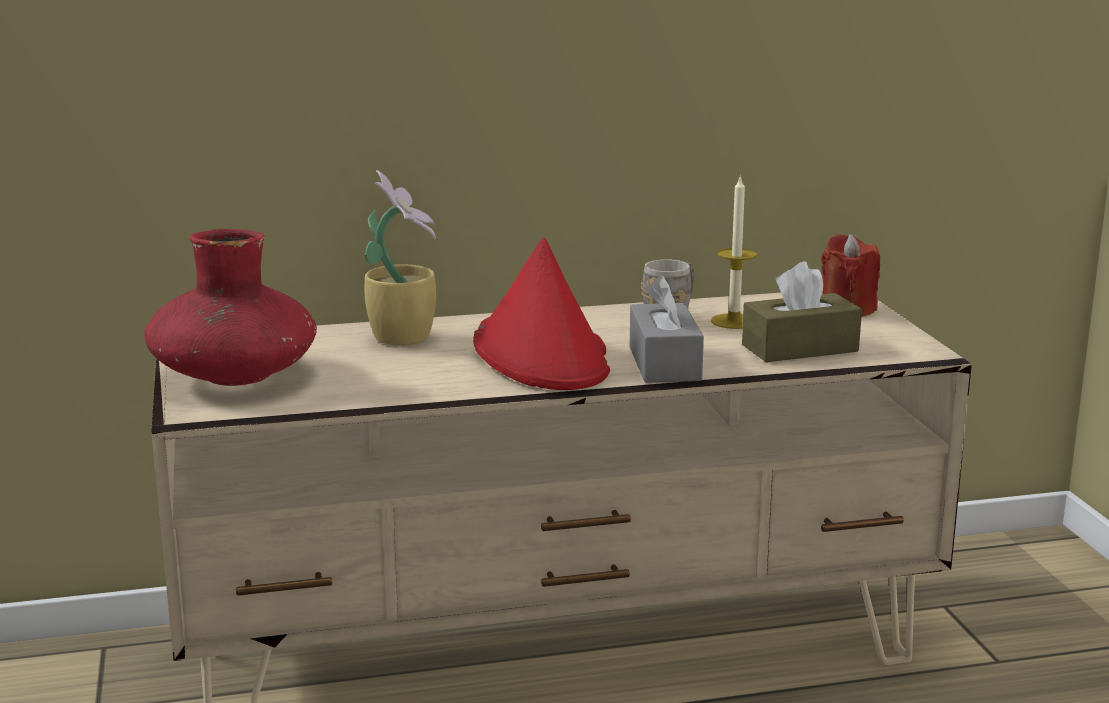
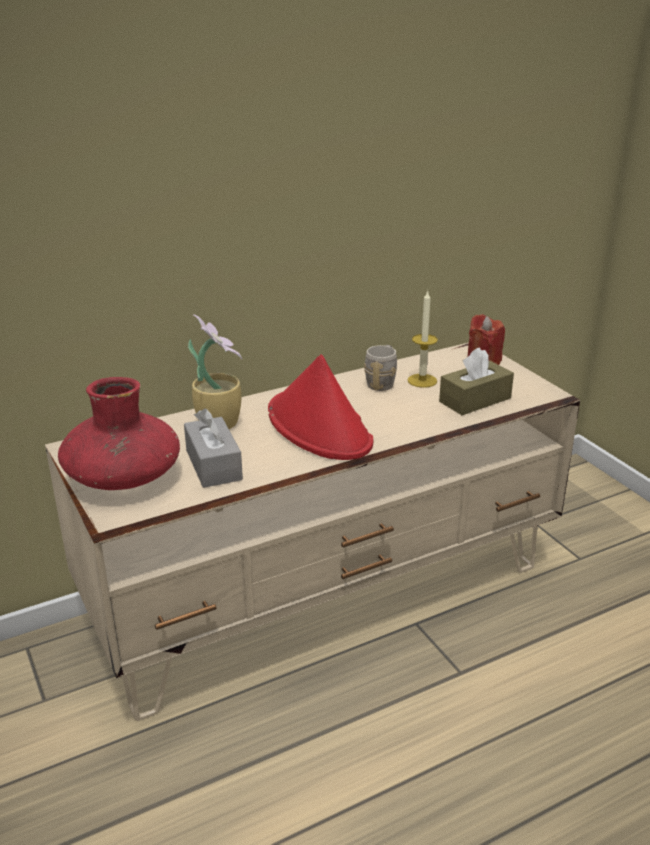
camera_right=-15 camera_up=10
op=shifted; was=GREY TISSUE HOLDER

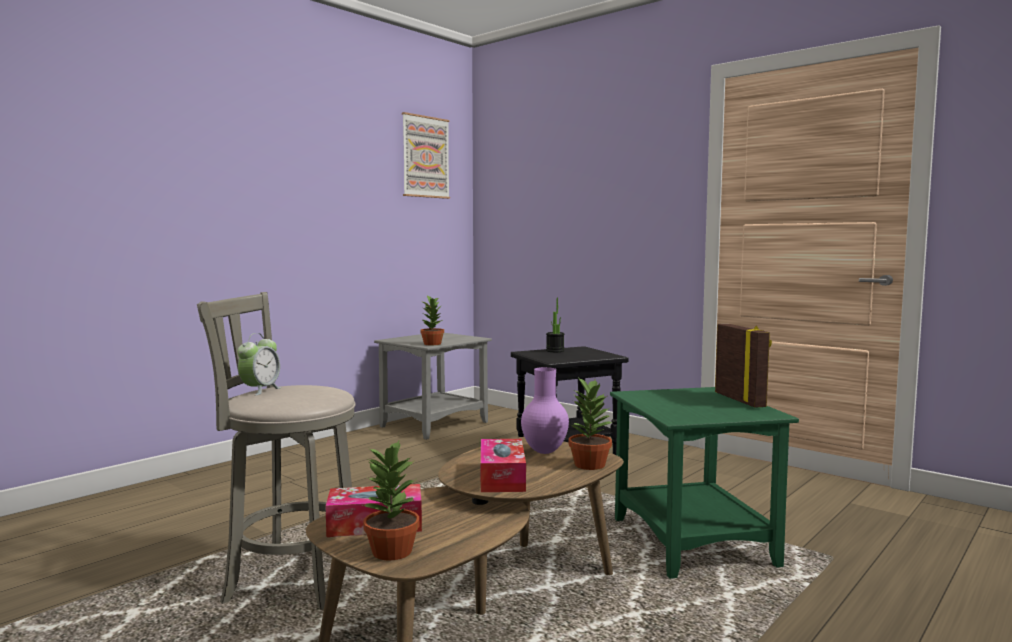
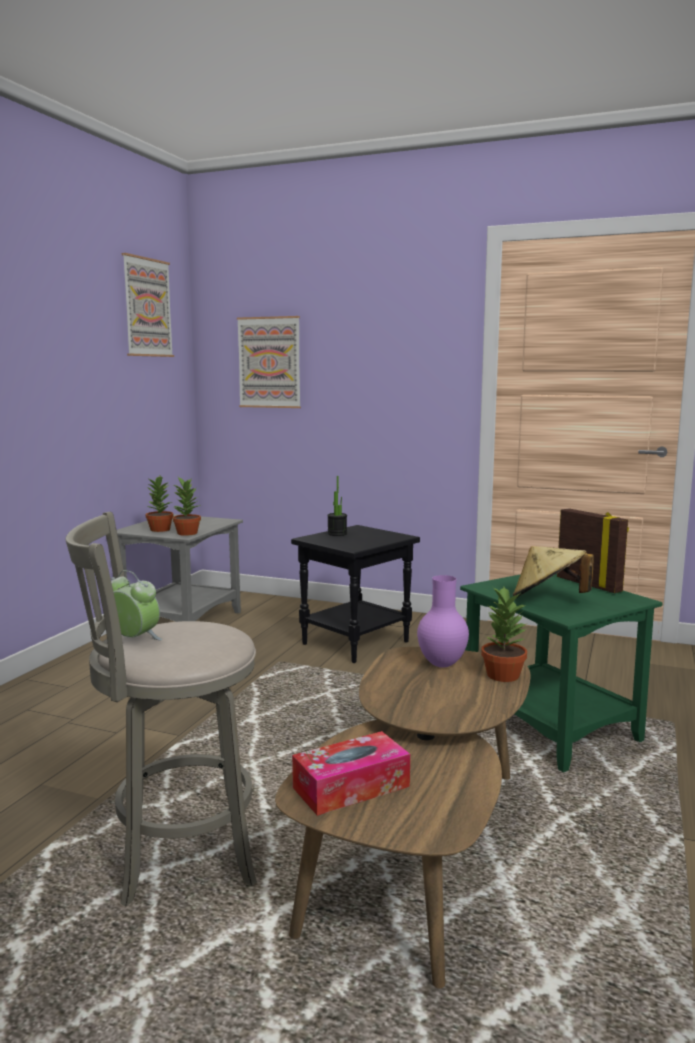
camera_right=-20 camera_up=5
op=rotated; was=BEDSIDE CLOCK; clockwise=-60
op=shifted; was=HOUSEPLANT (no. 1 from left)
op=new; now=WALL PICTURE (no. 2 from left)
op=new; now=BEIGE CLOTHING HAT
op=gone; was=TISSUE HOLDER (no. 2 from left)

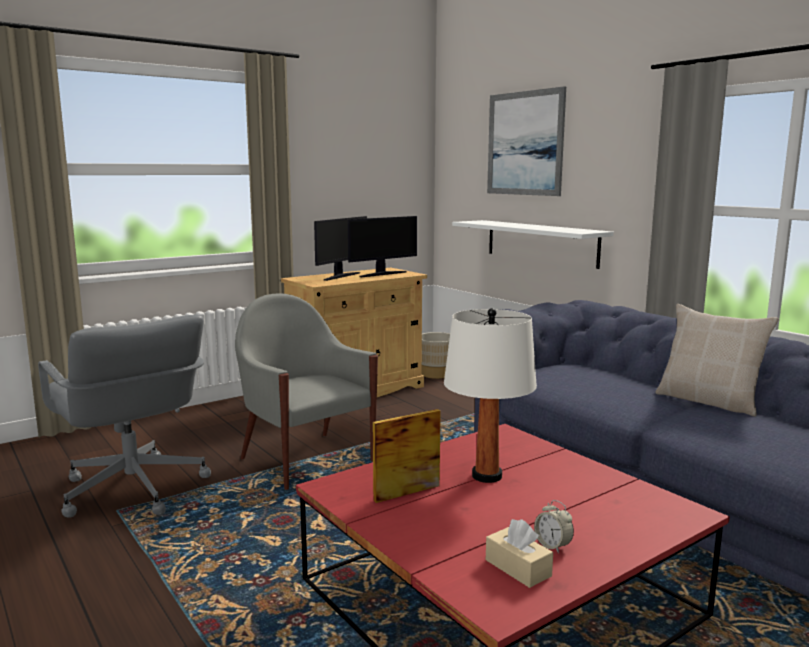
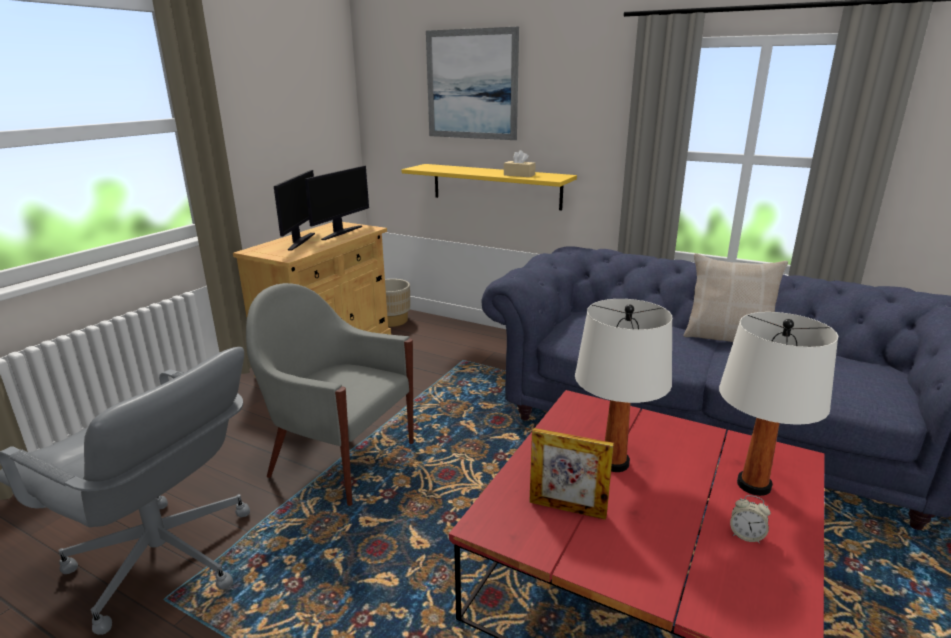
camera_right=-25 camera_up=10
op=repainted; was=WHITE-COLOURED WALL SHELF; now=YELLOW WALL SHELF
op=shifted; was=BEIGE TISSUE HOLDER
op=rotated; was=PHOTO FRAME; clockwise=-105
op=new; now=WHITE-COLOURED TABLE LAMP (no. 2 from left)

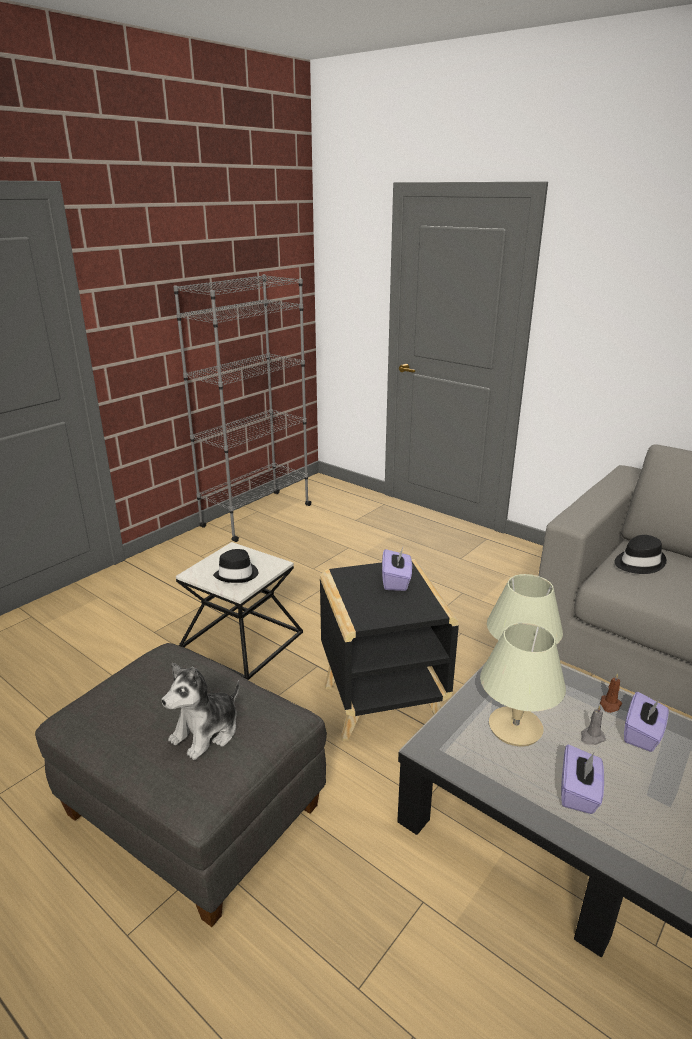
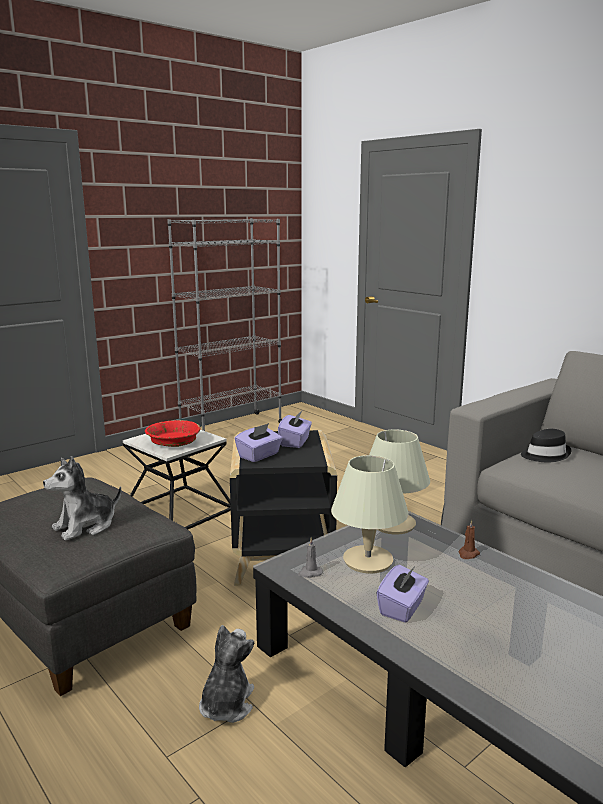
camera_right=10 camera_up=-10
op=swapped; was=BLACKISH CLOTHING HAT (no. 1 from left); now=RED-COLOURED DEEP DISH
op=new; now=SOFT TOY (no. 2 from left)
op=shifted; was=PURPLE-COLOURED TISSUE HOLDER (no. 3 from left in the first image); now=PURPLE-COLOURED TISSUE HOLDER (no. 1 from left)
op=shifted; was=GREY WAX LIGHT

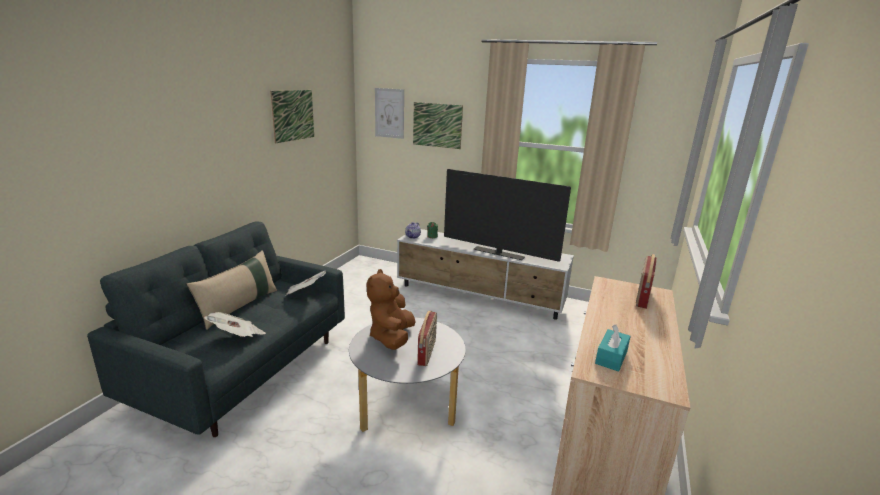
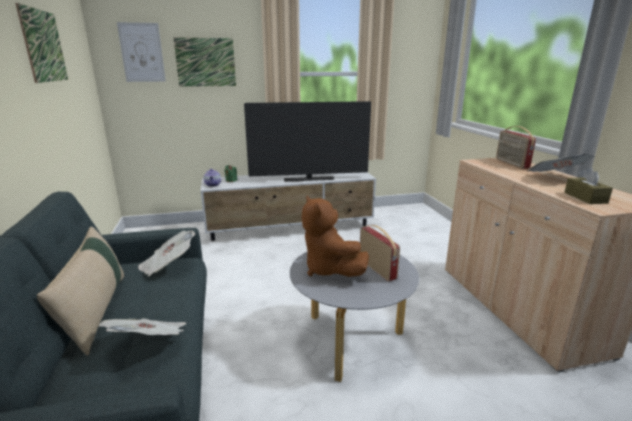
camera_right=-35 camera_up=0
op=new; now=DAILY PAPER (no. 3 from left)
op=repainted; was=TURQUOISE TISSUE HOLDER; now=BROWN TISSUE HOLDER

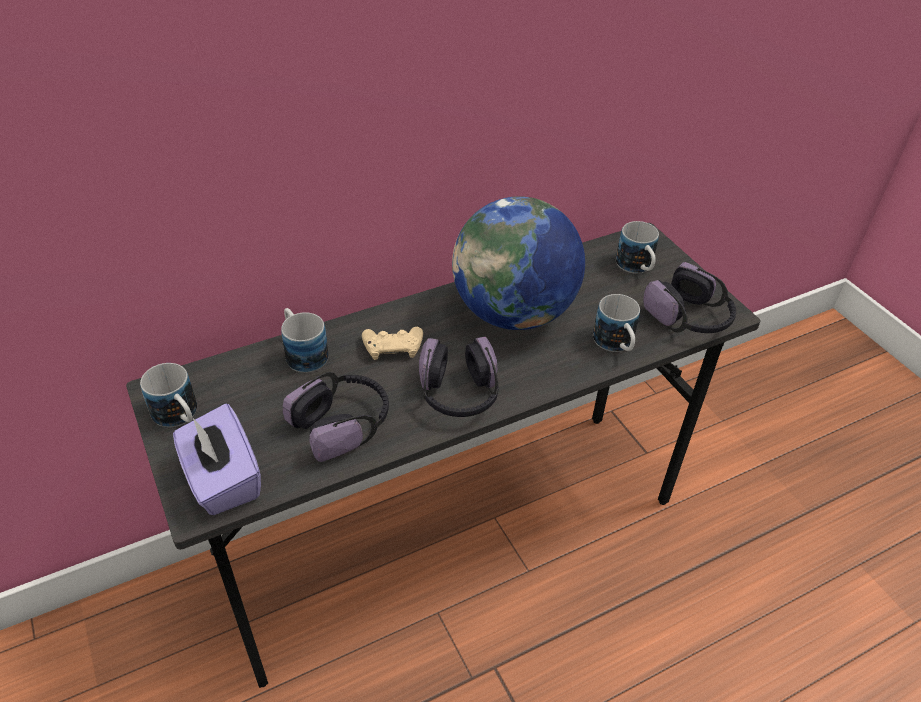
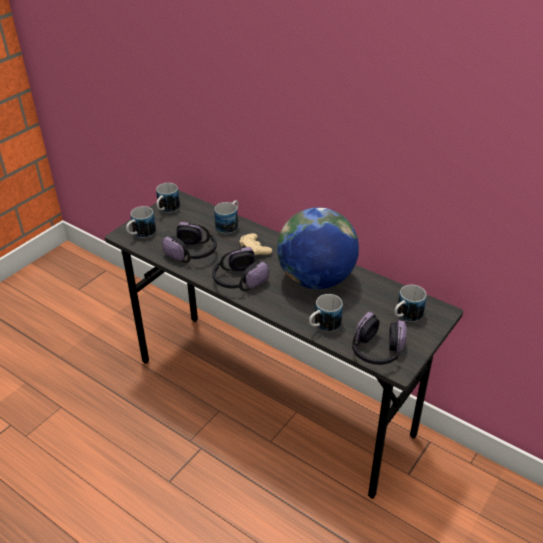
camera_right=65 camera_up=-5
op=swapped; was=PURPLE-COLOURED TISSUE HOLDER; now=TEA MUG (no. 1 from left)

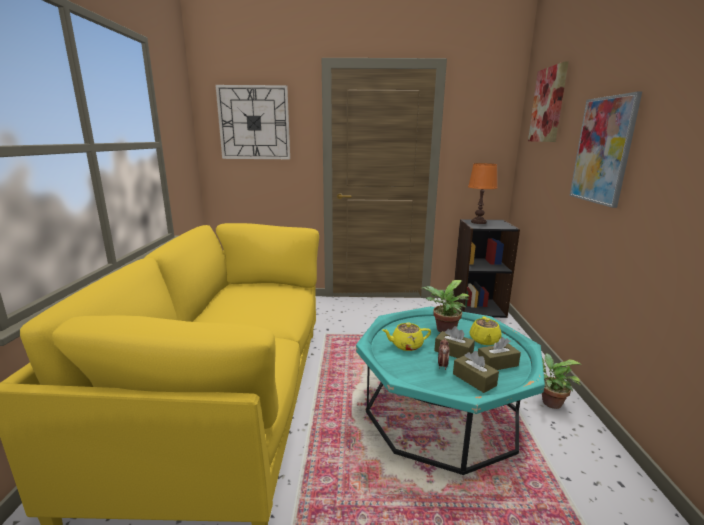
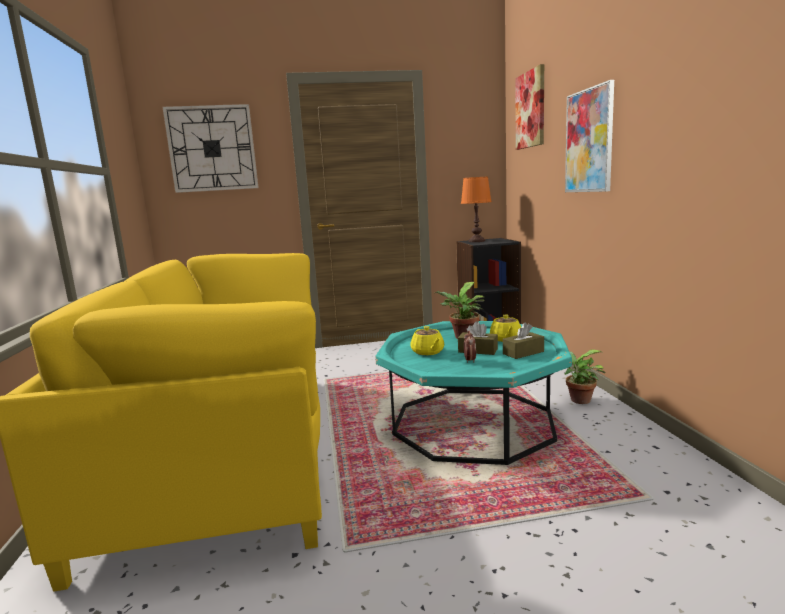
camera_right=-10 camera_up=-5
op=rotated; was=YELLOW TEAPOT (no. 1 from left); clockwise=-90
op=gone; was=BROWN TISSUE HOLDER (no. 2 from left)

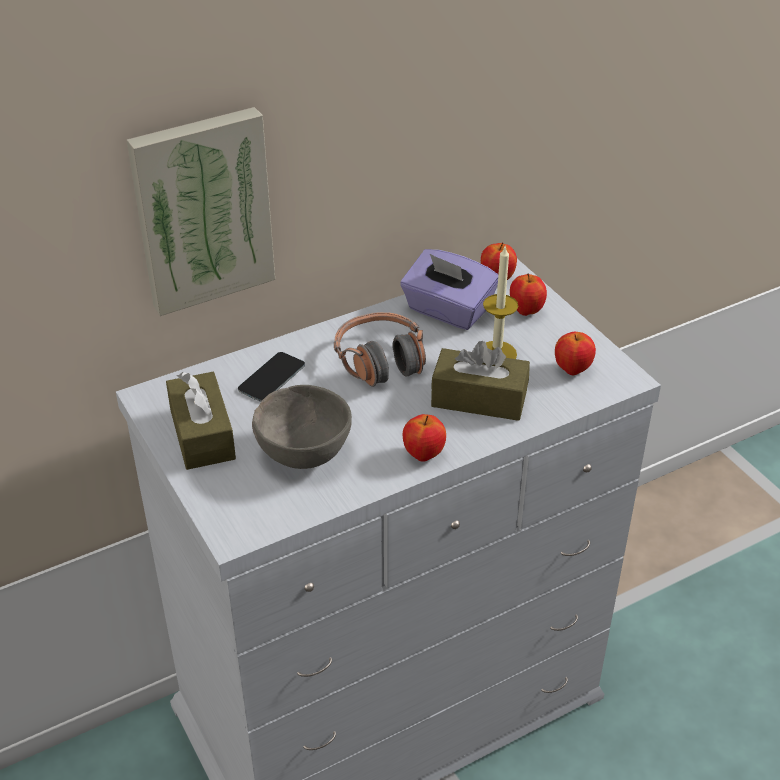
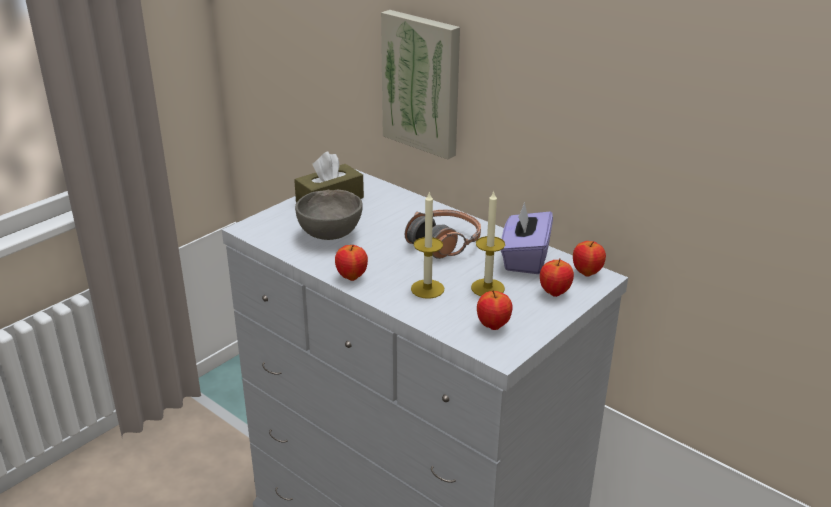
camera_right=70 camera_up=-10
op=swapped; was=BROWN TISSUE HOLDER (no. 2 from left); now=WAX LIGHT (no. 1 from left)
op=gone; was=PHONE

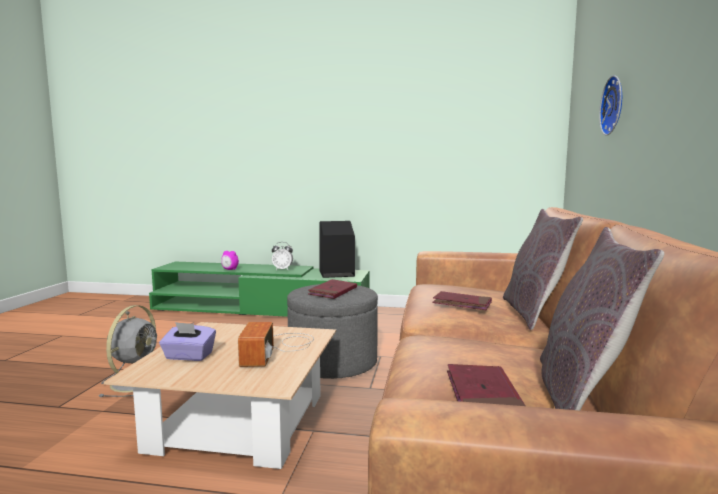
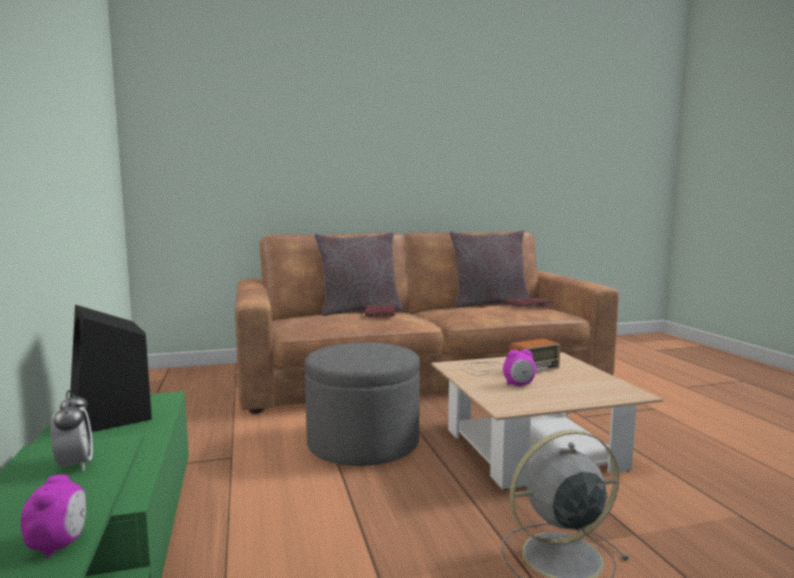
camera_right=-115 camera_up=0
op=new; now=BEDSIDE CLOCK (no. 3 from left)
op=gone; was=PURPLE-COLOURED TISSUE HOLDER
op=gone; was=RED-COLOURED VOLUME (no. 1 from left)
op=gone; was=WALL CLOCK

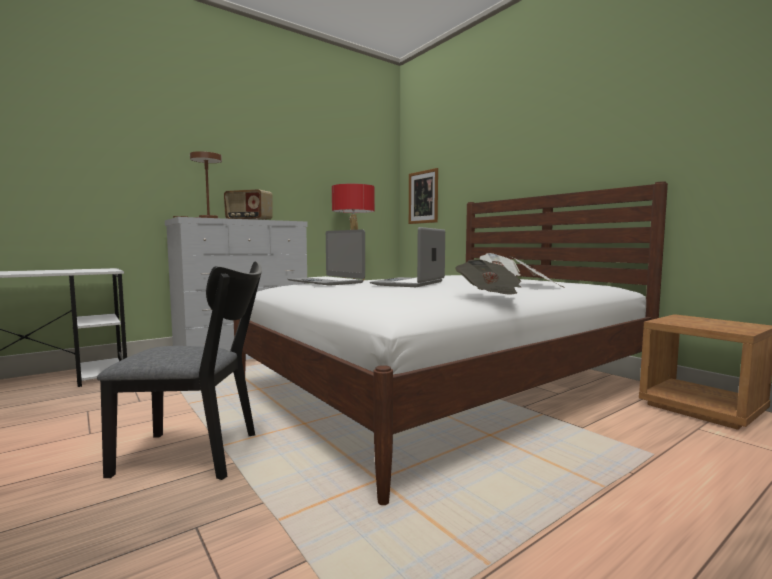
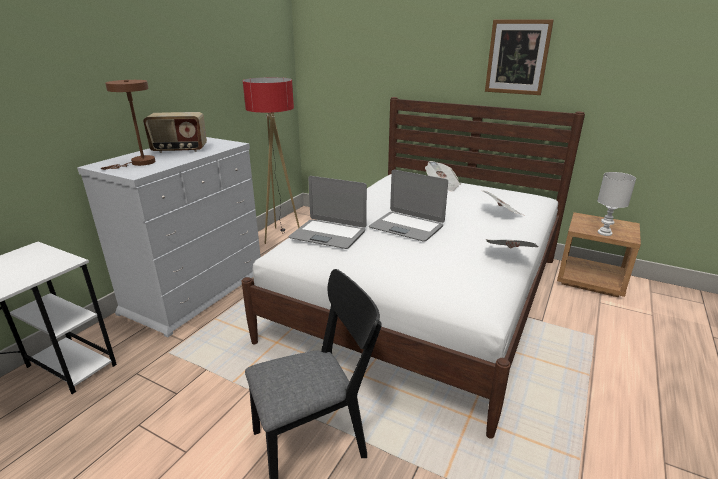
camera_right=-25 camera_up=20
op=rotated; was=PORTABLE COMPUTER (no. 2 from left); clockwise=-60
op=shifted; was=WALL PICTURE
op=new; now=WHITE-COLOURED TABLE LAMP

